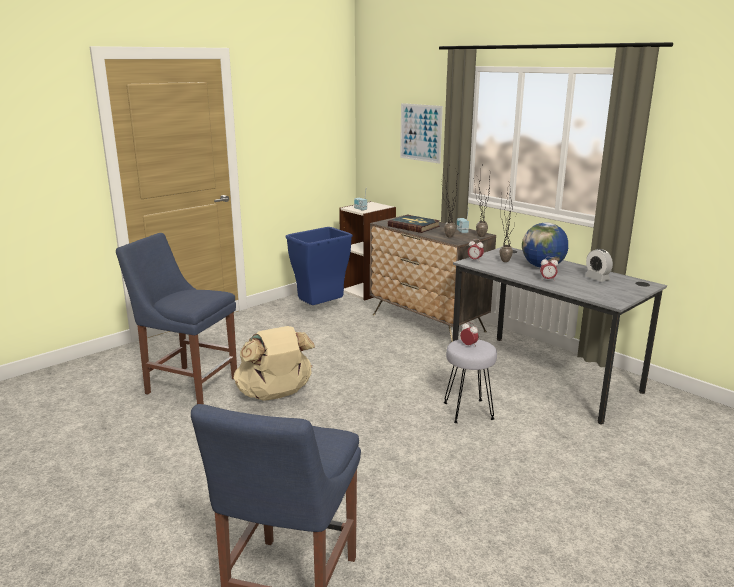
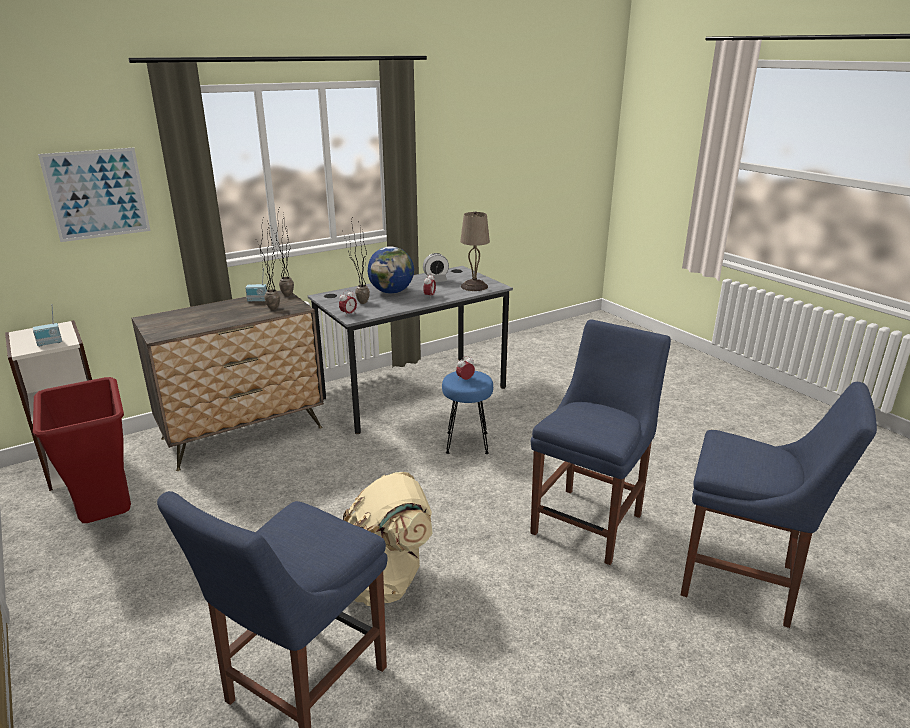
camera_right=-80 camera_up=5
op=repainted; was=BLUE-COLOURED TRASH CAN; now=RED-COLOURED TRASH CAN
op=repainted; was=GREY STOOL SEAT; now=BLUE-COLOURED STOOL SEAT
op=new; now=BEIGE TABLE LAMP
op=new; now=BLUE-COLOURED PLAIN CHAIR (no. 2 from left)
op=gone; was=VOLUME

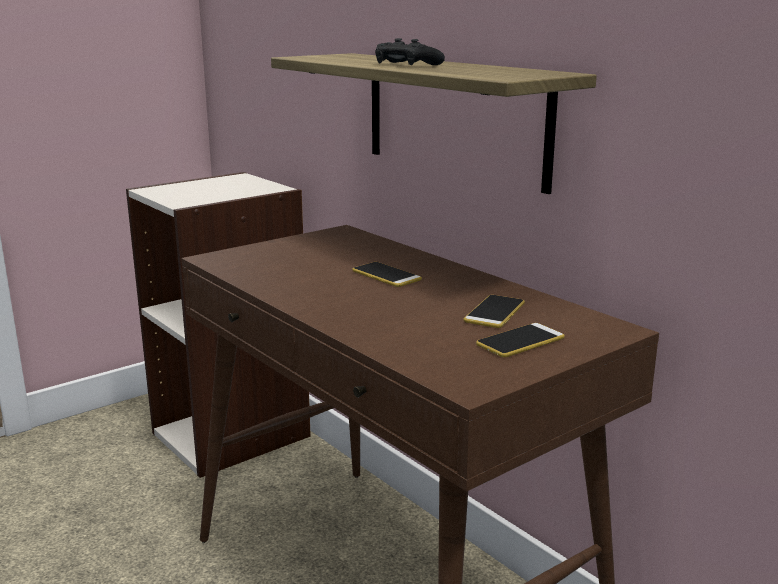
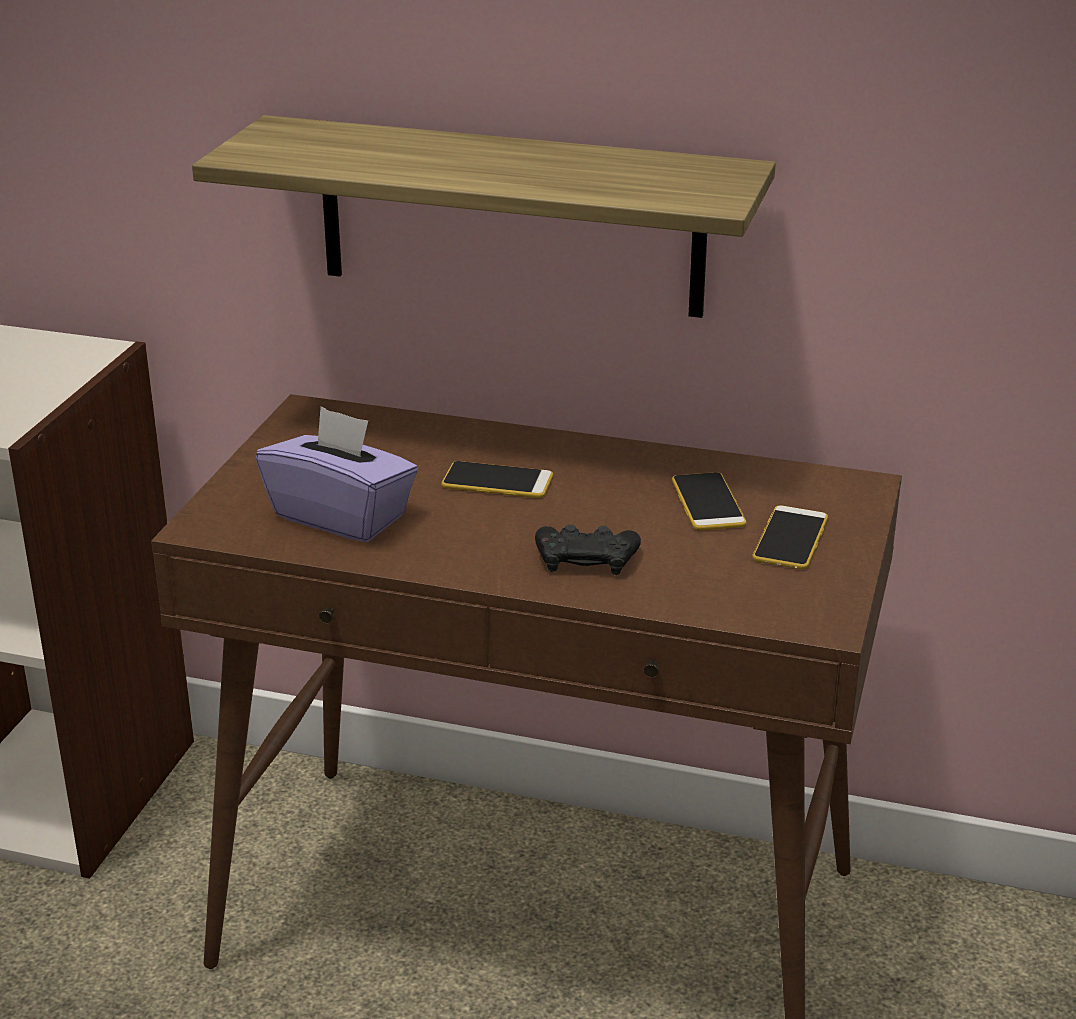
camera_right=-35 camera_up=10
op=new; now=PURPLE-COLOURED TISSUE HOLDER
op=shifted; was=BLACKISH JOYPAD

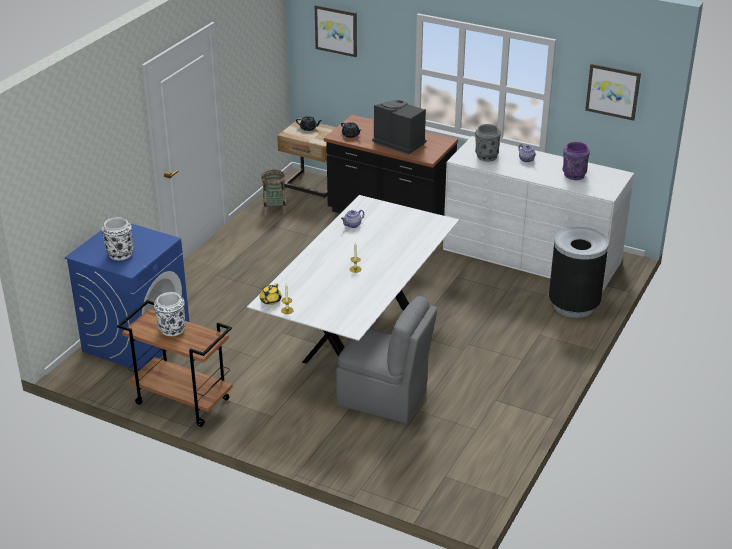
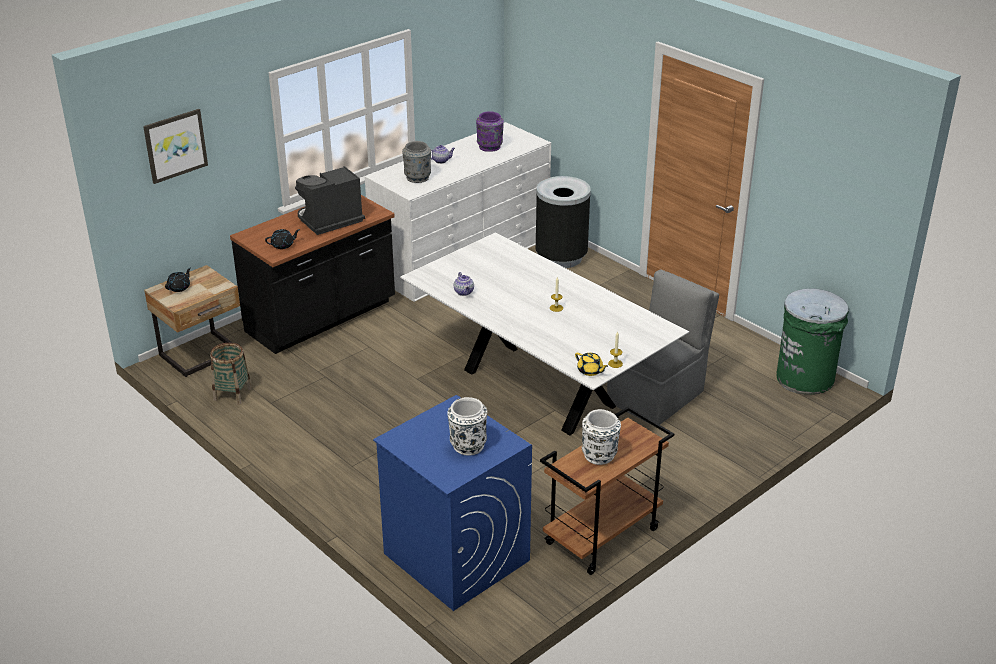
camera_right=-70 camera_up=0
op=new; now=GREENISH TRASH CAN
op=gone; was=WALL PICTURE (no. 2 from left)

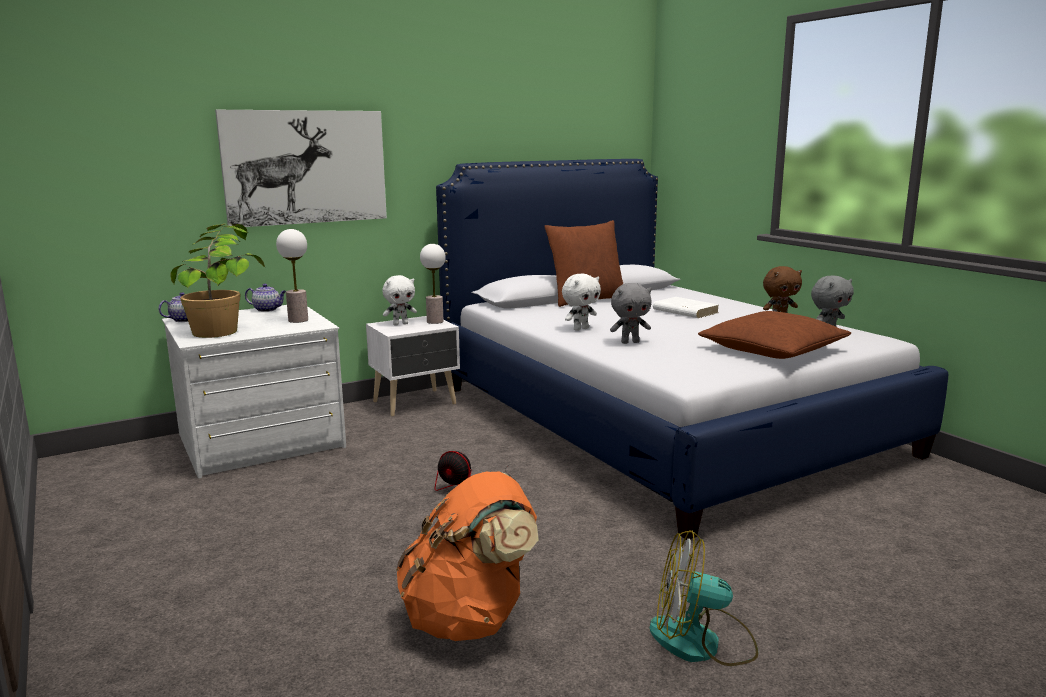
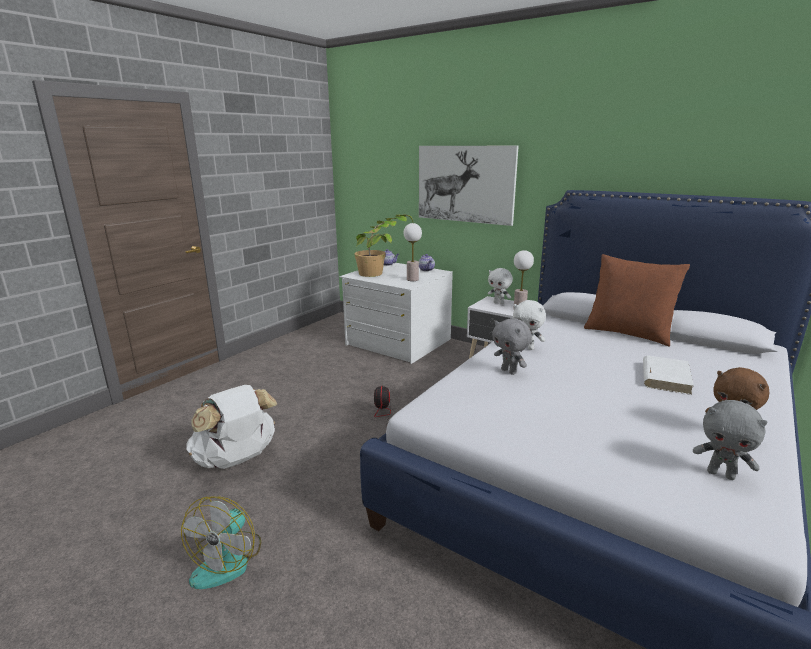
camera_right=65 camera_up=5
op=rotated; was=COOLING FAN (no. 2 from left in the first image); clockwise=-150
op=repainted; was=ORANGE-COLOURED RUCKSACK; now=WHITE-COLOURED RUCKSACK
op=gone; was=BROWN CUSHION (no. 2 from left)

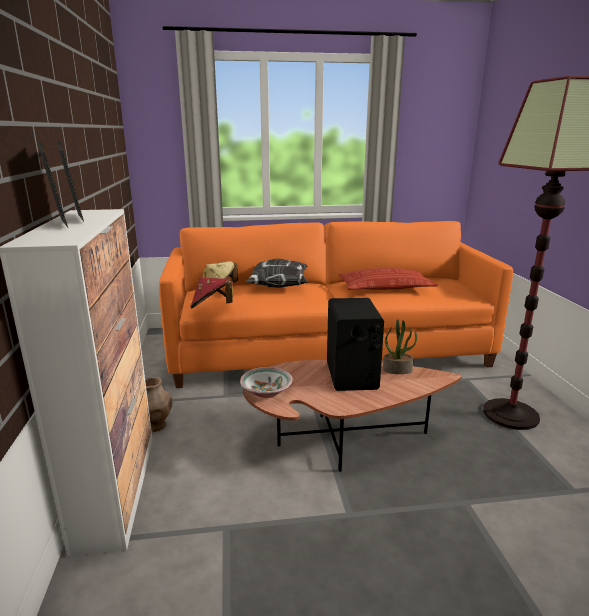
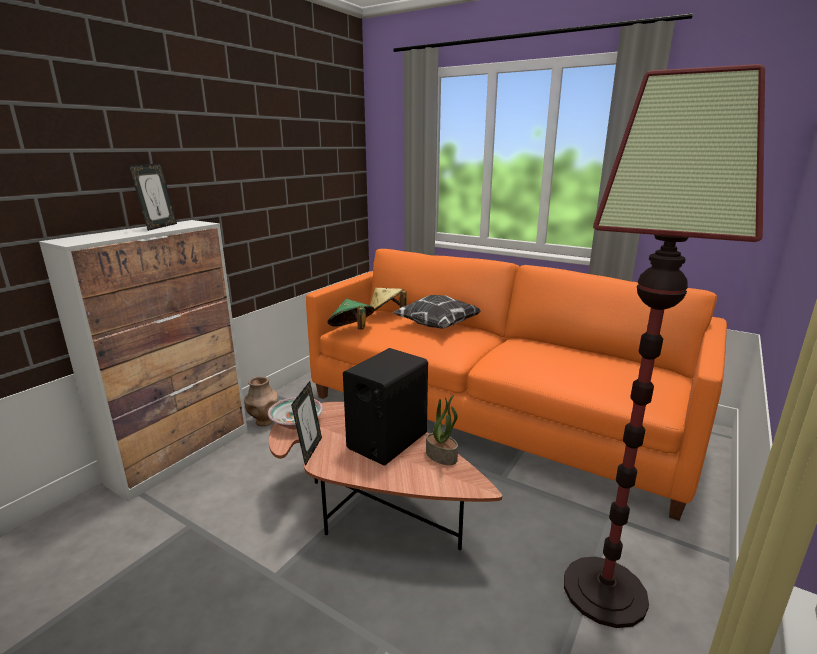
camera_right=40 camera_up=0
op=shifted; was=PHOTO FRAME (no. 1 from left in the first image); now=PHOTO FRAME (no. 2 from left)
op=repainted; was=RED-COLOURED CLOTHING HAT; now=GREENISH CLOTHING HAT
op=gone; was=CUSHION (no. 2 from left)

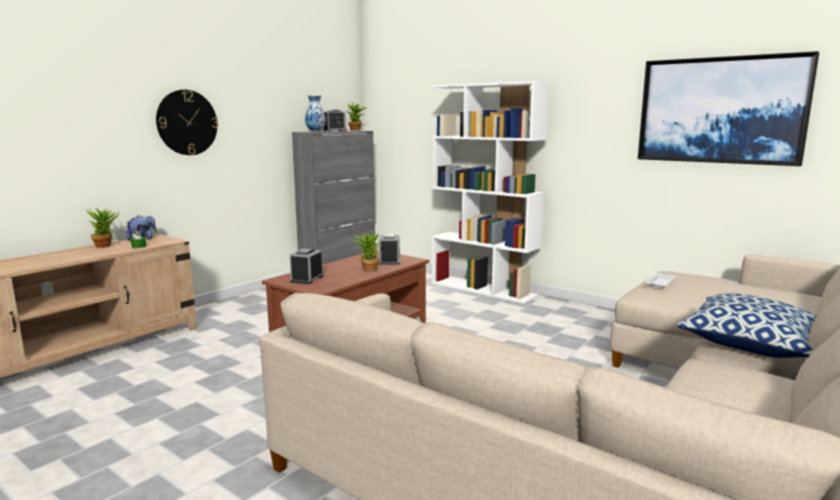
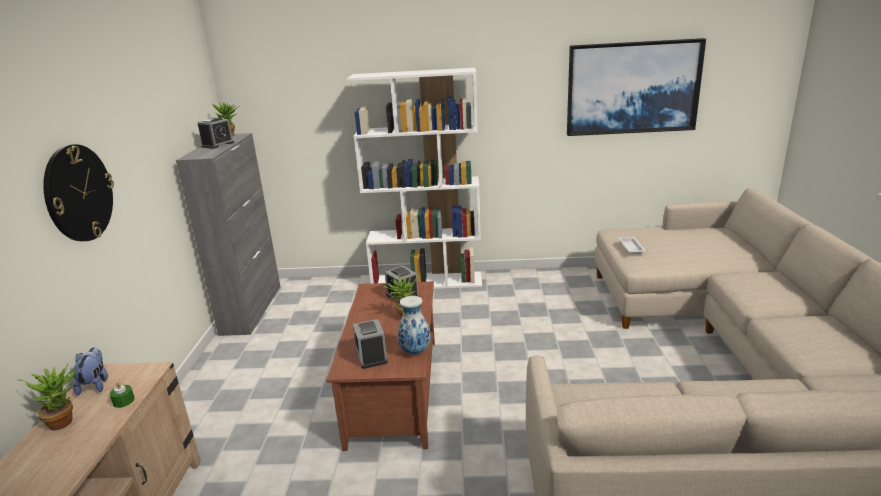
camera_right=-35 camera_up=10
op=shifted; was=FLOWER VASE
op=gone; was=CUSHION

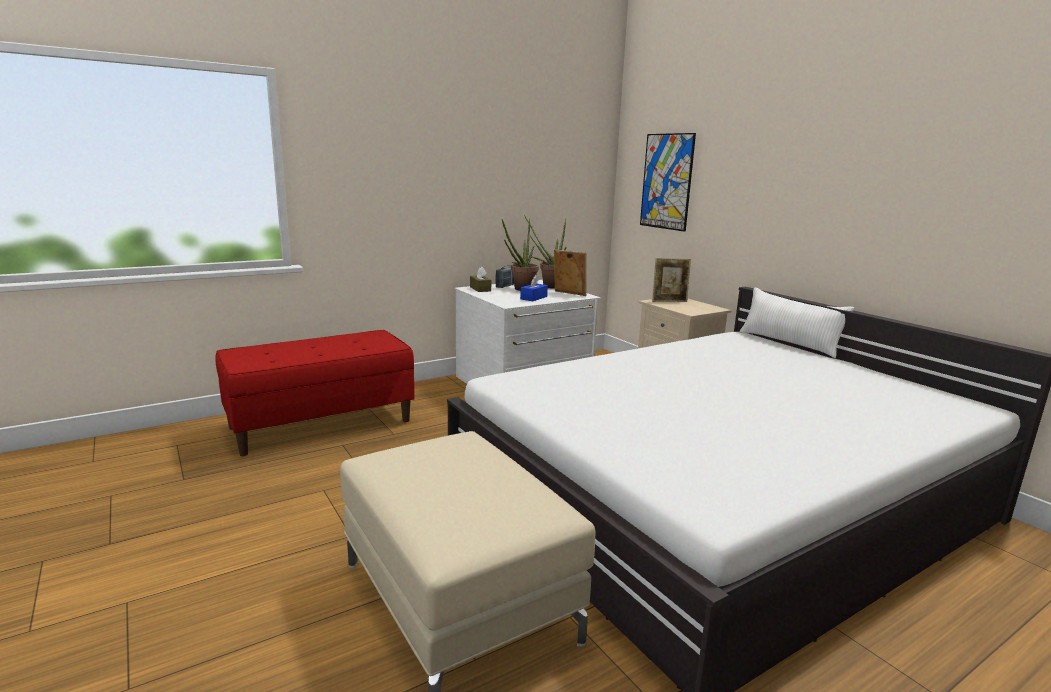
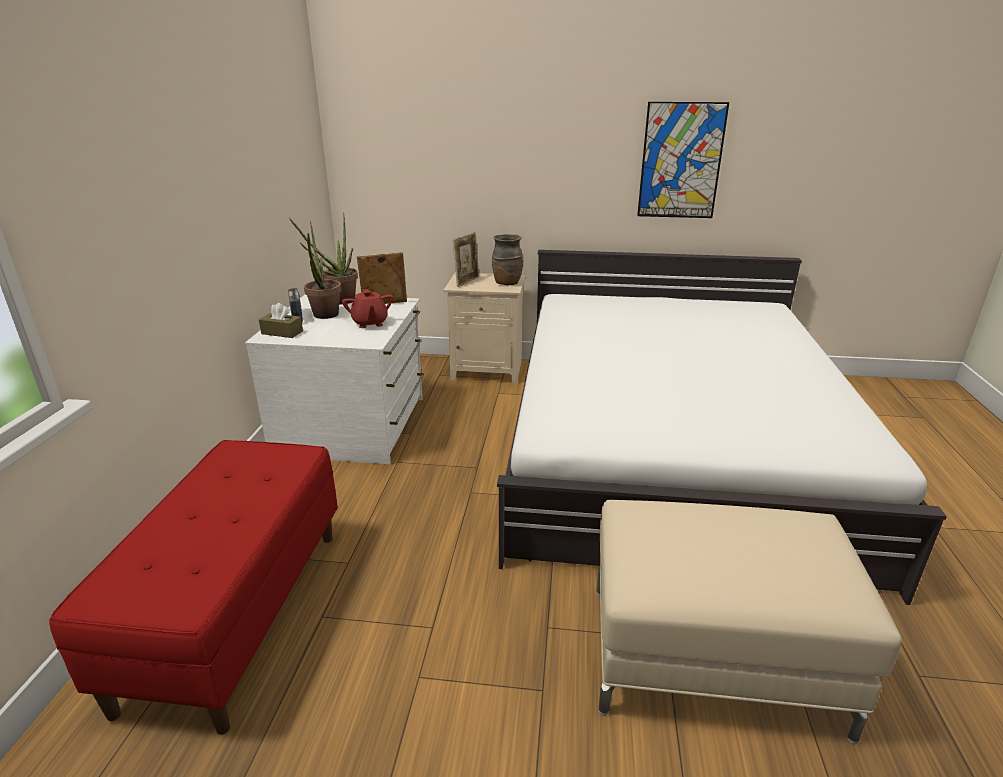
camera_right=-50 camera_up=10
op=swapped; was=BLUE-COLOURED TISSUE HOLDER; now=RED-COLOURED TEAPOT
op=new; now=BROWN FLOWER VASE
op=shifted; was=WALL PICTURE
op=gone; was=WHITE-COLOURED CUSHION

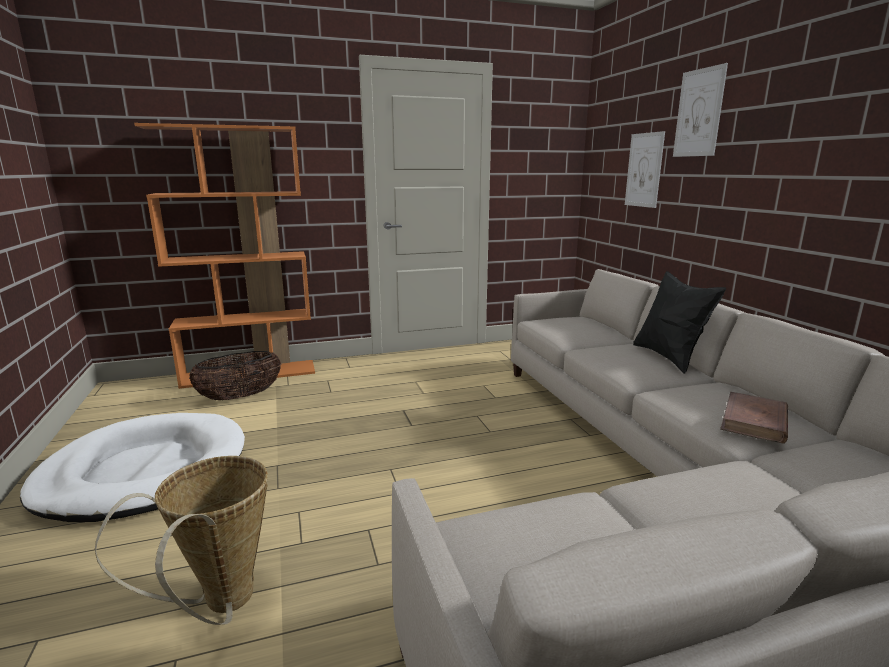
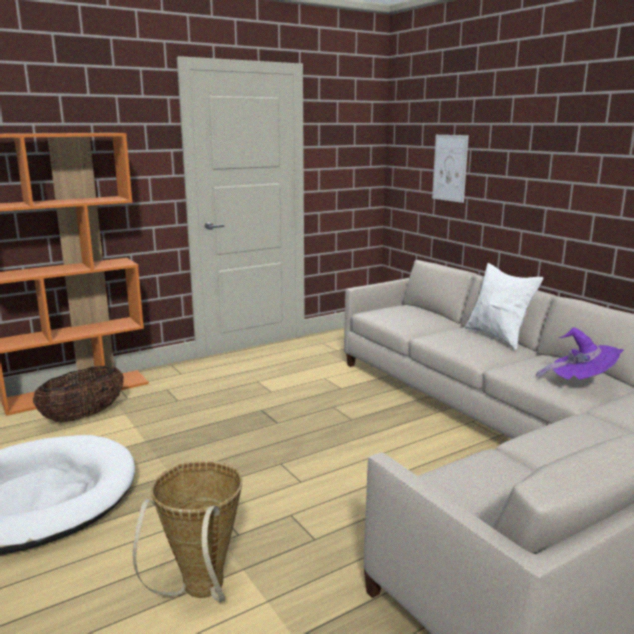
camera_right=-15 camera_up=0
op=repainted; was=BLACKISH CUSHION; now=WHITE-COLOURED CUSHION
op=swapped; was=BROWN VOLUME; now=PURPLE-COLOURED CLOTHING HAT
op=gone; was=WALL PICTURE (no. 2 from left)

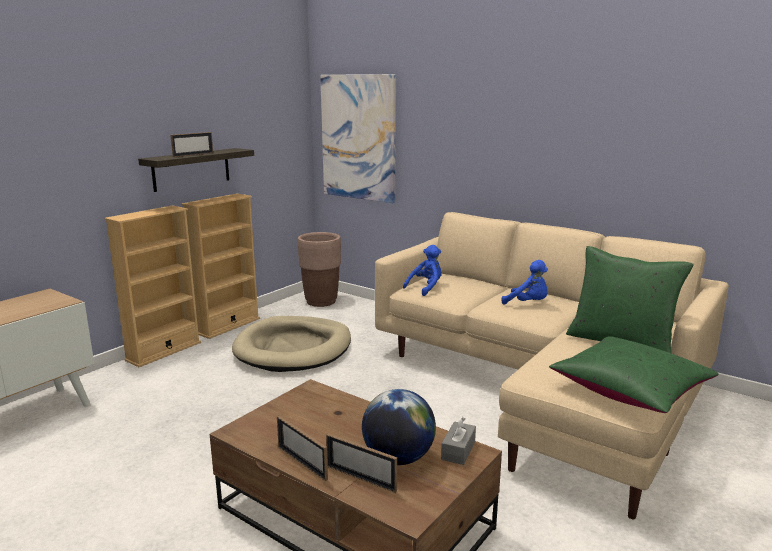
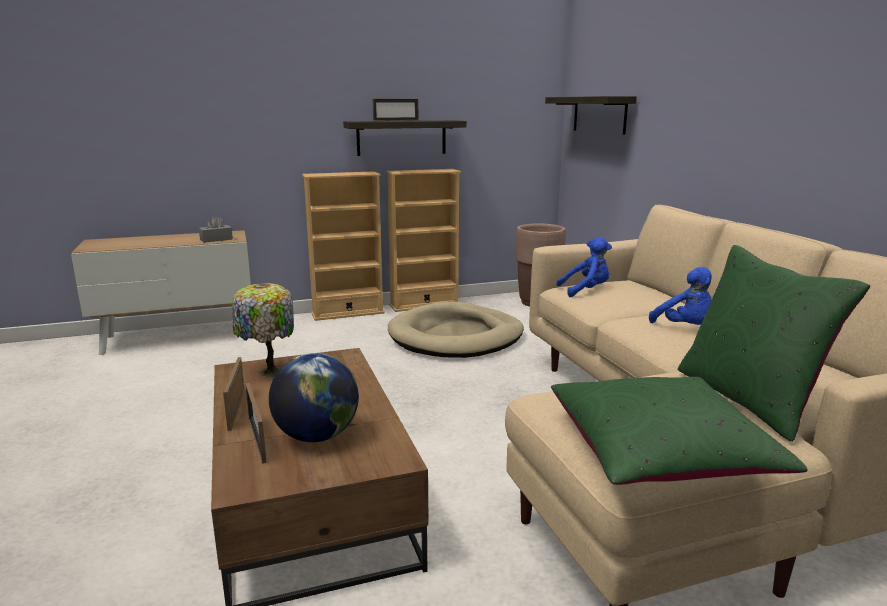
camera_right=35 camera_up=0
op=shifted; was=GREY TISSUE HOLDER
op=new; now=TABLE LAMP
op=swapped; was=WALL PICTURE; now=WALL SHELF (no. 2 from left)

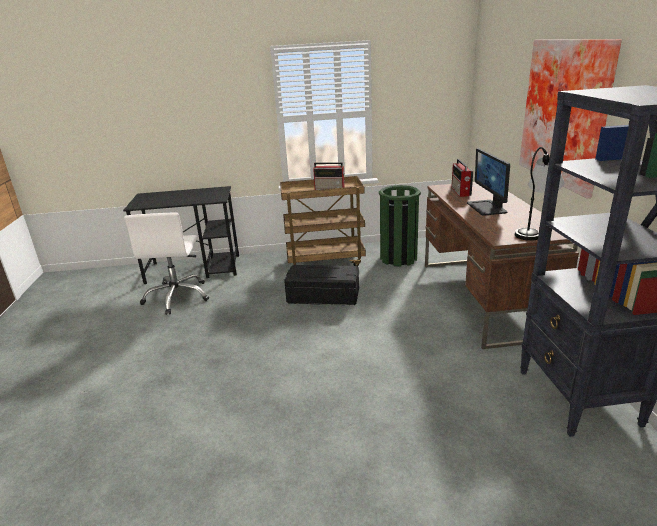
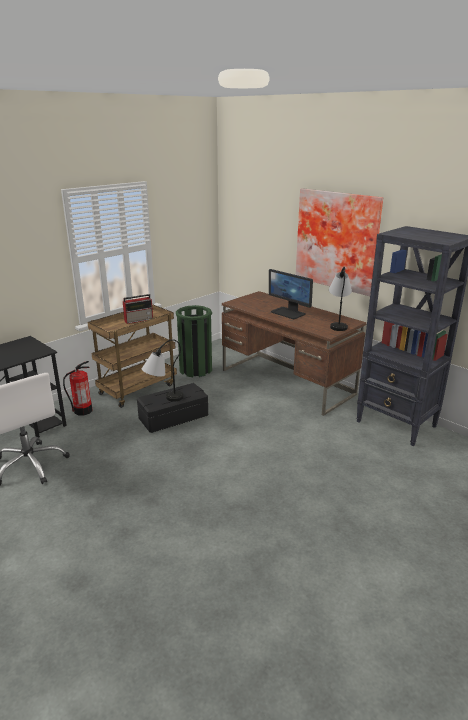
camera_right=-40 camera_up=0
op=new; now=EXTINGUISHER
op=new; now=TABLE LAMP (no. 1 from left)
op=gone; was=RADIO (no. 2 from left)

